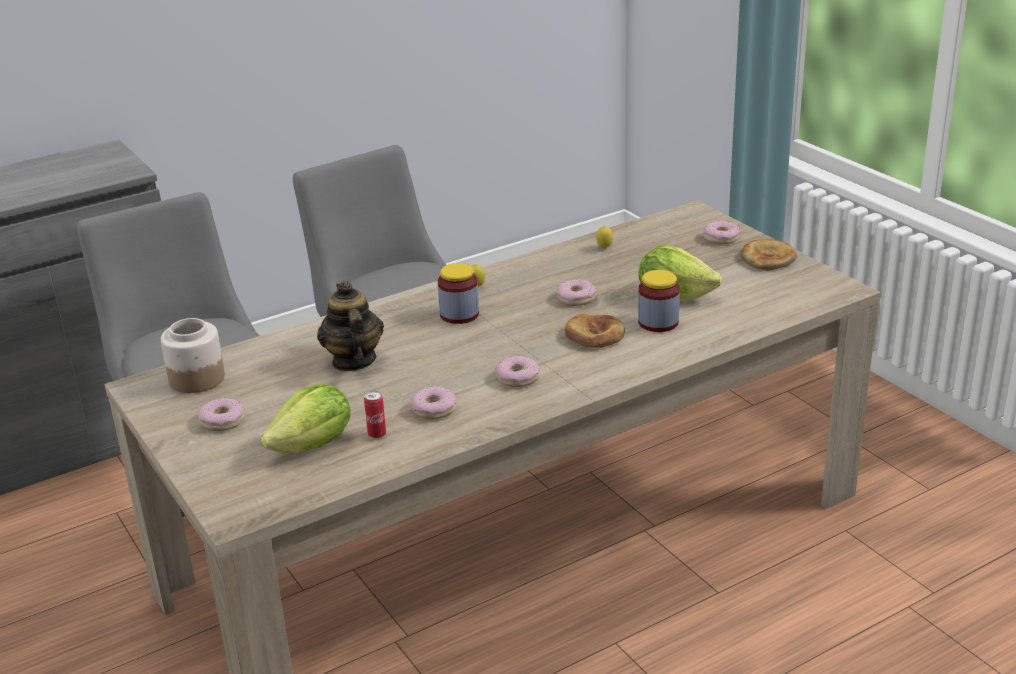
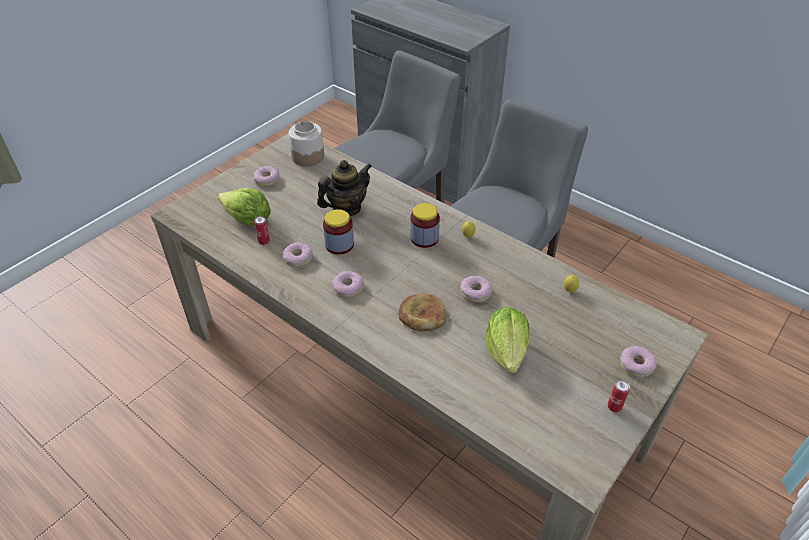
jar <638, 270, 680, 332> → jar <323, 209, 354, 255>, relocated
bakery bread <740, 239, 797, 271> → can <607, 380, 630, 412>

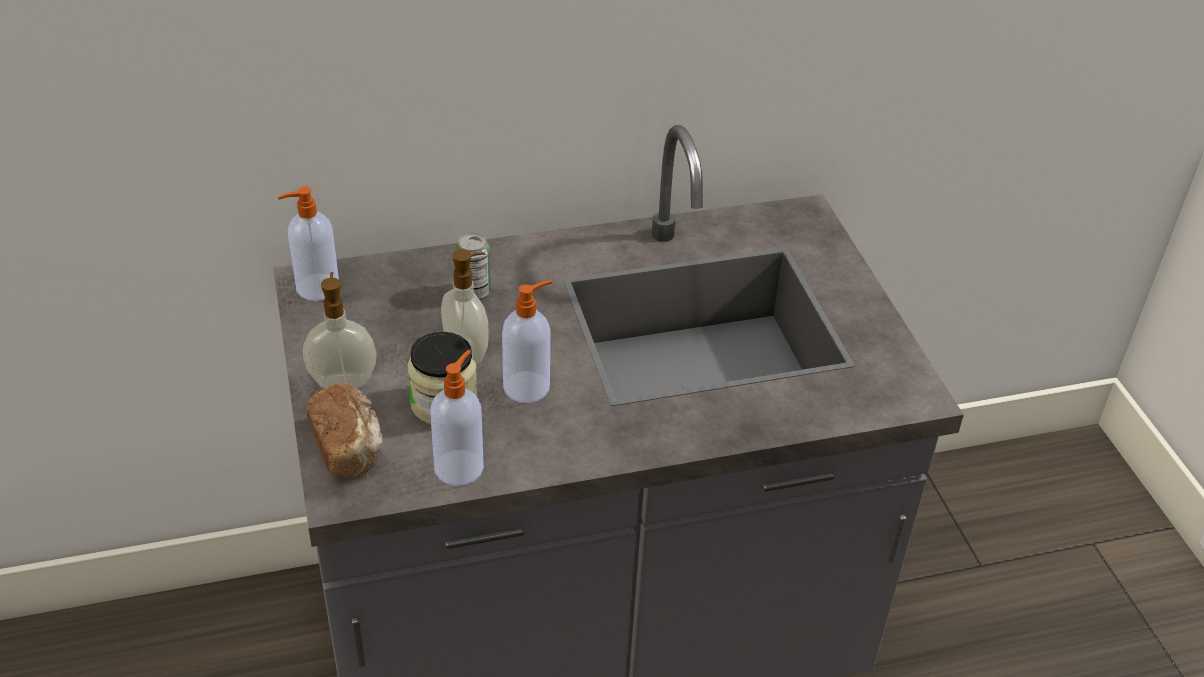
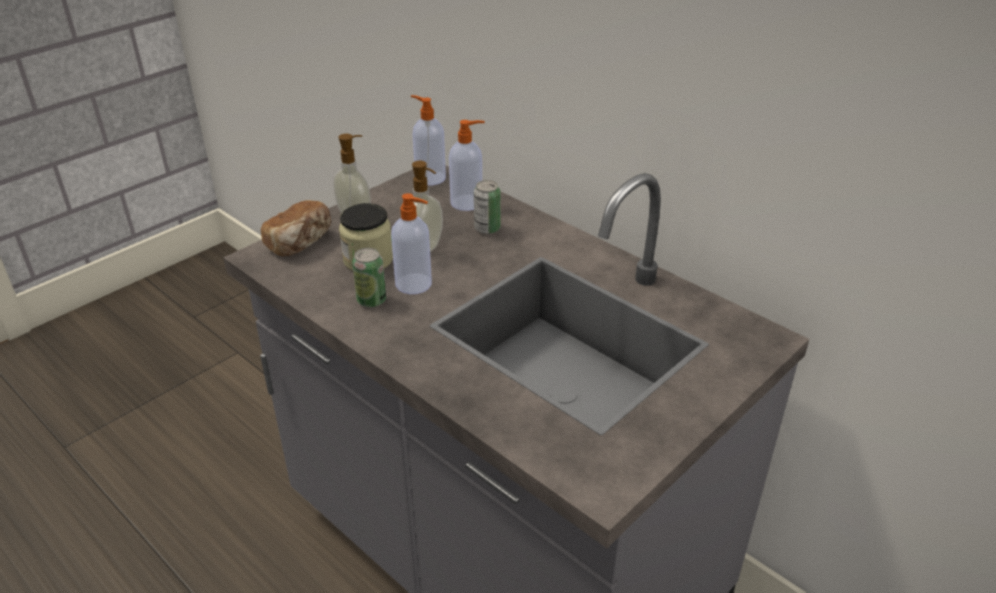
- → can <352, 248, 386, 307>
liquid soap bottle <430, 350, 484, 486> → liquid soap bottle <449, 120, 485, 211>, relocated

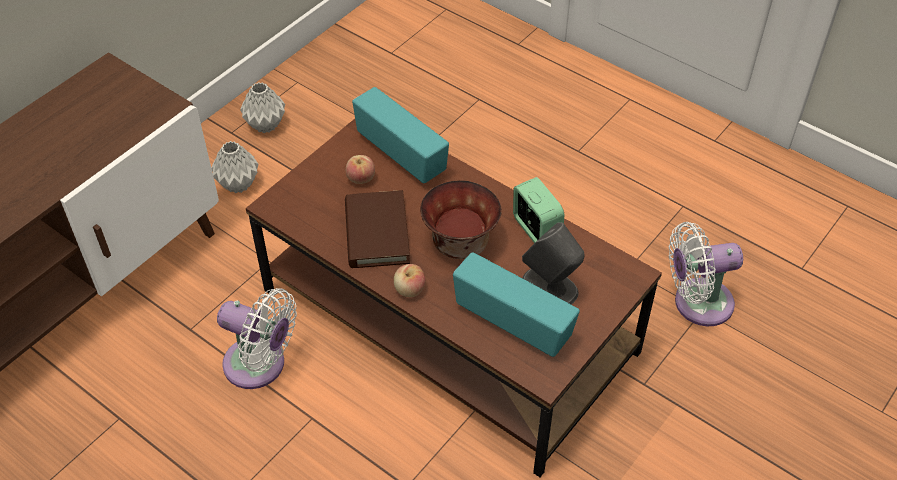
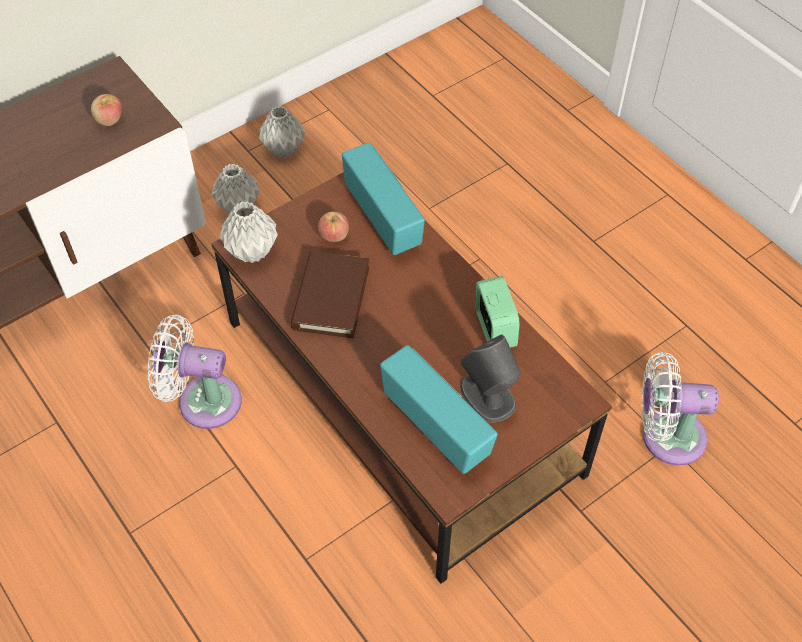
apple fruit <394, 264, 425, 297> → apple fruit <91, 94, 122, 126>, relocated
white fan <217, 288, 297, 389> → white fan <147, 314, 242, 429>, 150 degrees clockwise
- → grey decorative vase <219, 201, 278, 263>
deep dish <420, 180, 502, 259> → -

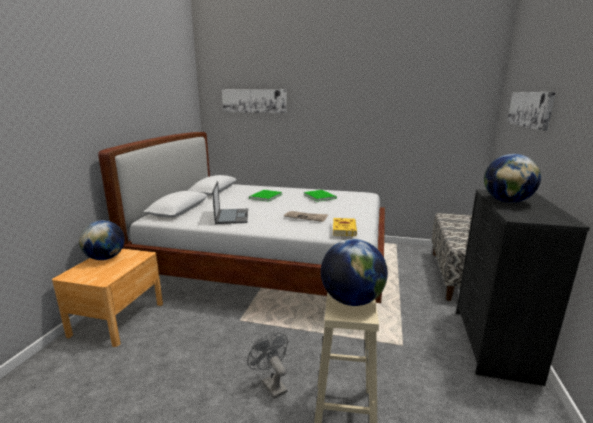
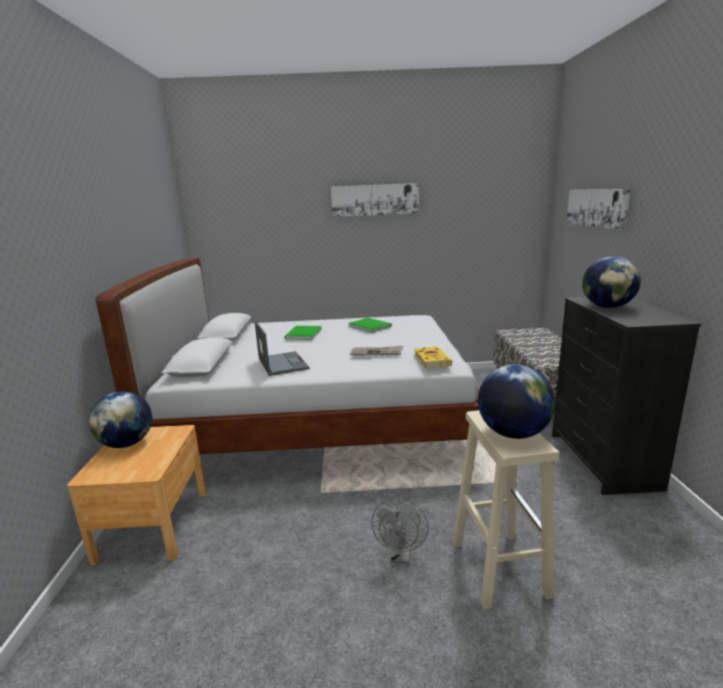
picture <222, 89, 287, 113> → picture <331, 183, 419, 217>, relocated
grey fan <247, 333, 288, 399> → grey fan <371, 498, 429, 564>, 120 degrees counterclockwise

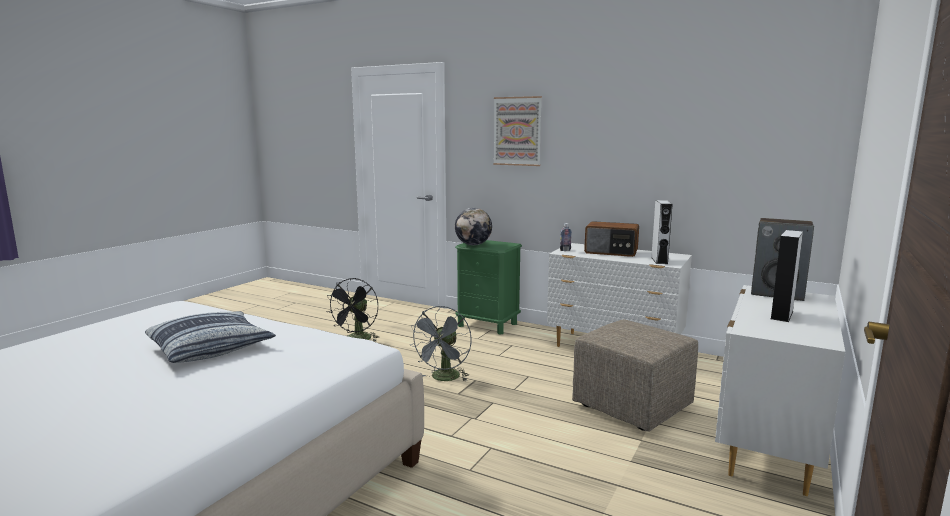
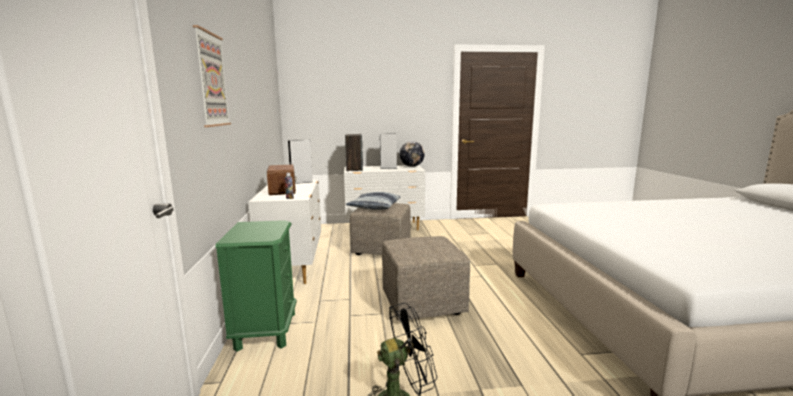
throw pillow <145, 311, 276, 363> → throw pillow <346, 192, 400, 210>, relocated
grey fan <409, 306, 472, 381> → beige-coloured footrest <382, 236, 470, 321>
desk globe <455, 208, 492, 245> → desk globe <399, 141, 425, 167>, relocated

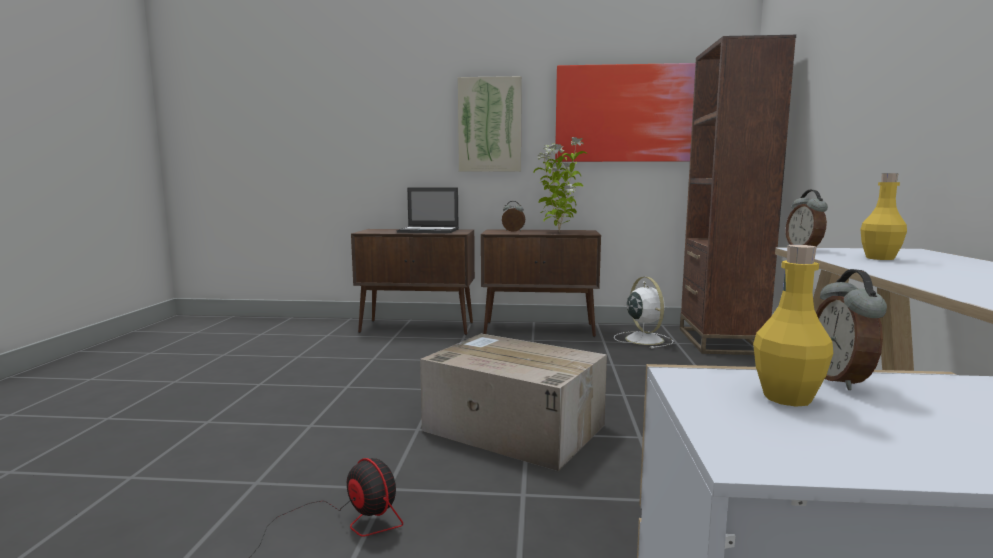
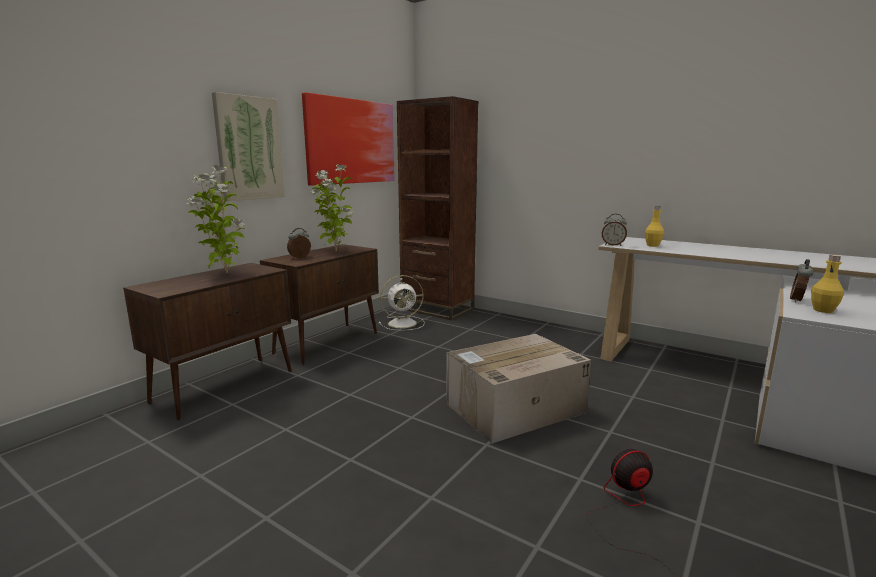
portable computer <397, 187, 459, 233> → houseplant <186, 165, 245, 274>
white fan <614, 277, 674, 349> → white fan <379, 275, 425, 331>, 150 degrees clockwise
bedside clock <816, 269, 887, 390> → bedside clock <790, 259, 814, 302>, 90 degrees clockwise

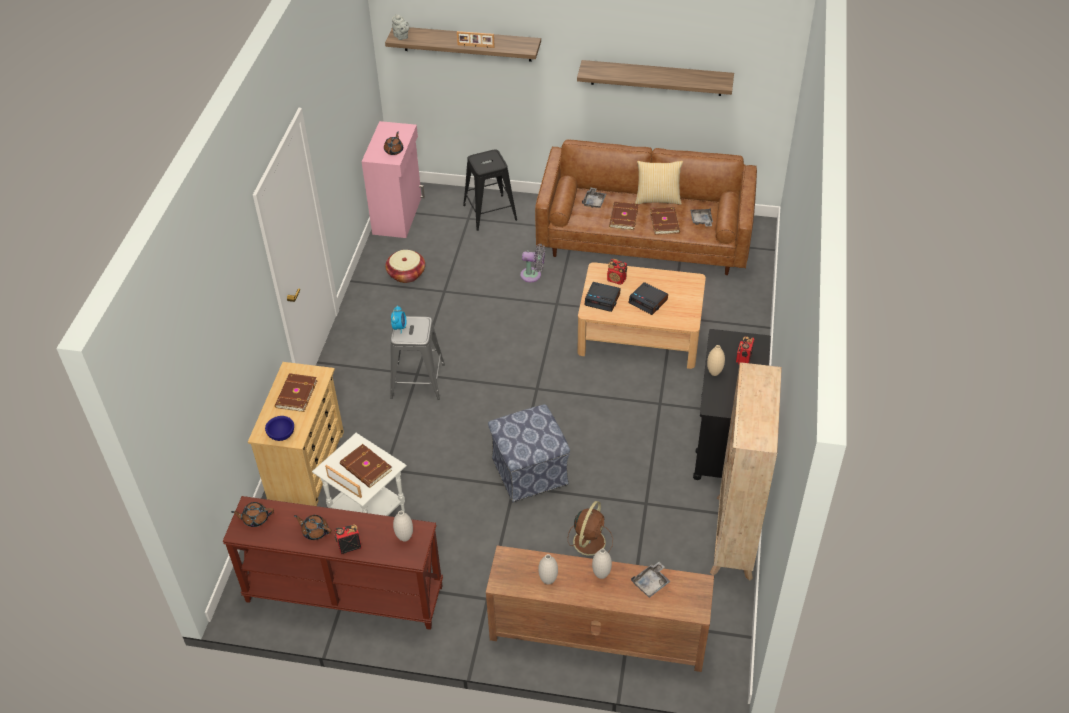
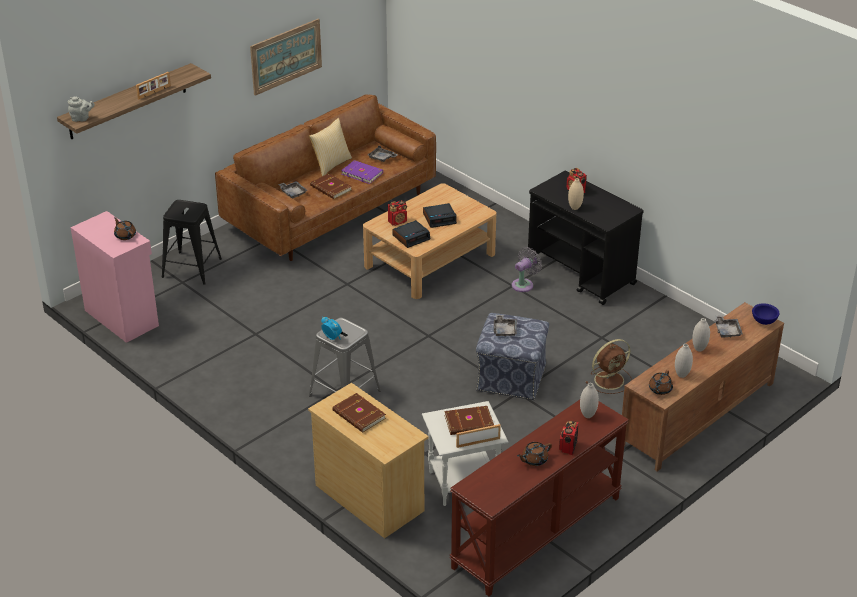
shelf <577, 60, 734, 96> → picture <250, 19, 322, 96>
brown-coloured volume <650, 207, 680, 235> → purple volume <341, 160, 383, 184>
- → grey tray <494, 315, 517, 337>
grey fan <520, 244, 545, 282> → grey fan <512, 247, 542, 292>, relocated
brown-coloured fan <568, 501, 613, 556> → brown-coloured fan <586, 339, 632, 394>, 90 degrees clockwise
brown-coloured teapot <231, 502, 274, 527> → brown-coloured teapot <649, 370, 673, 395>, relocated
blue-coloured deep dish <265, 416, 294, 441> → blue-coloured deep dish <752, 303, 779, 325>, relocated
household basket <385, 250, 425, 283> → -
beige-coloured bookcase <710, 362, 782, 581> → -

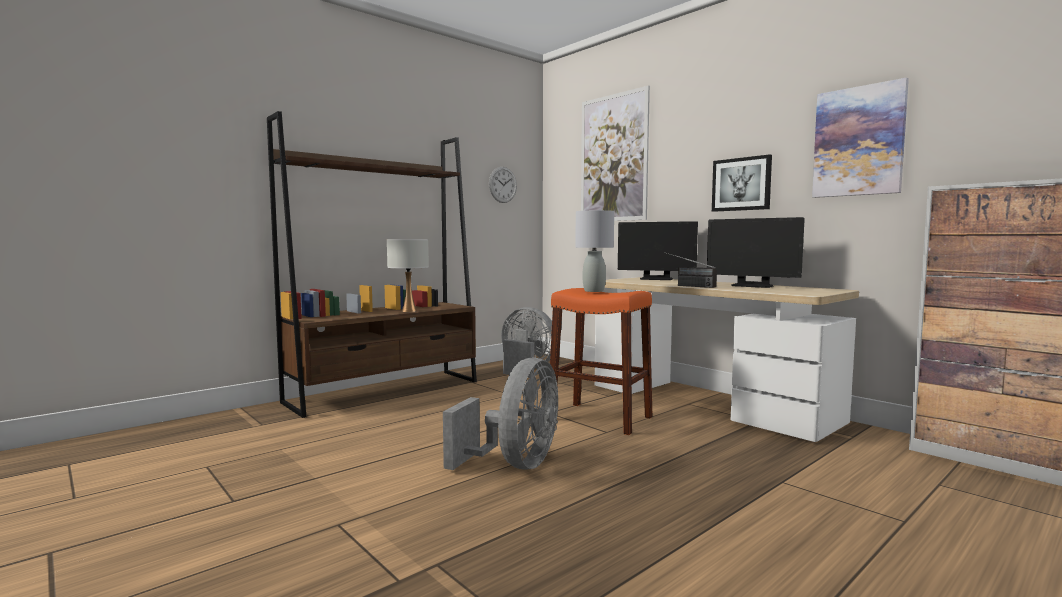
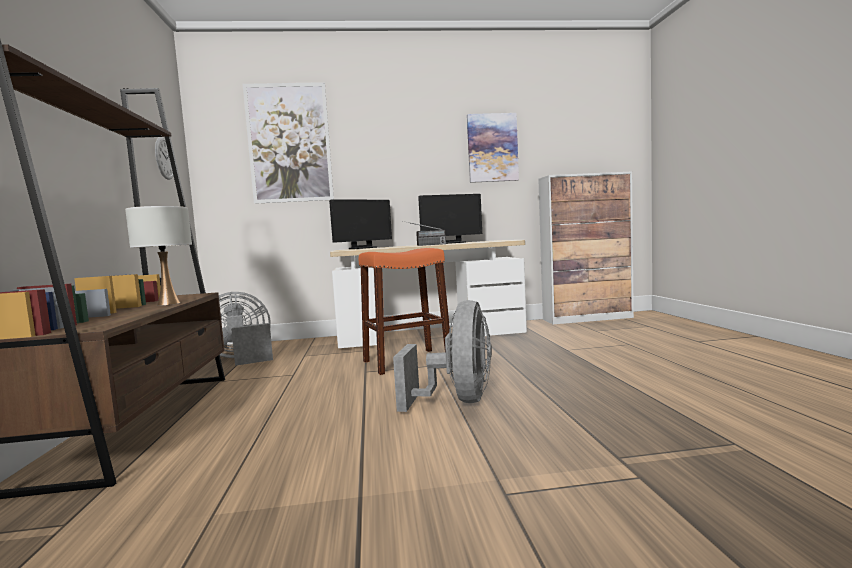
grey fan <443, 357, 558, 470> → grey fan <393, 300, 492, 412>, 45 degrees clockwise
grey tabletop lamp <575, 210, 614, 292> → -
picture <712, 154, 772, 212> → -

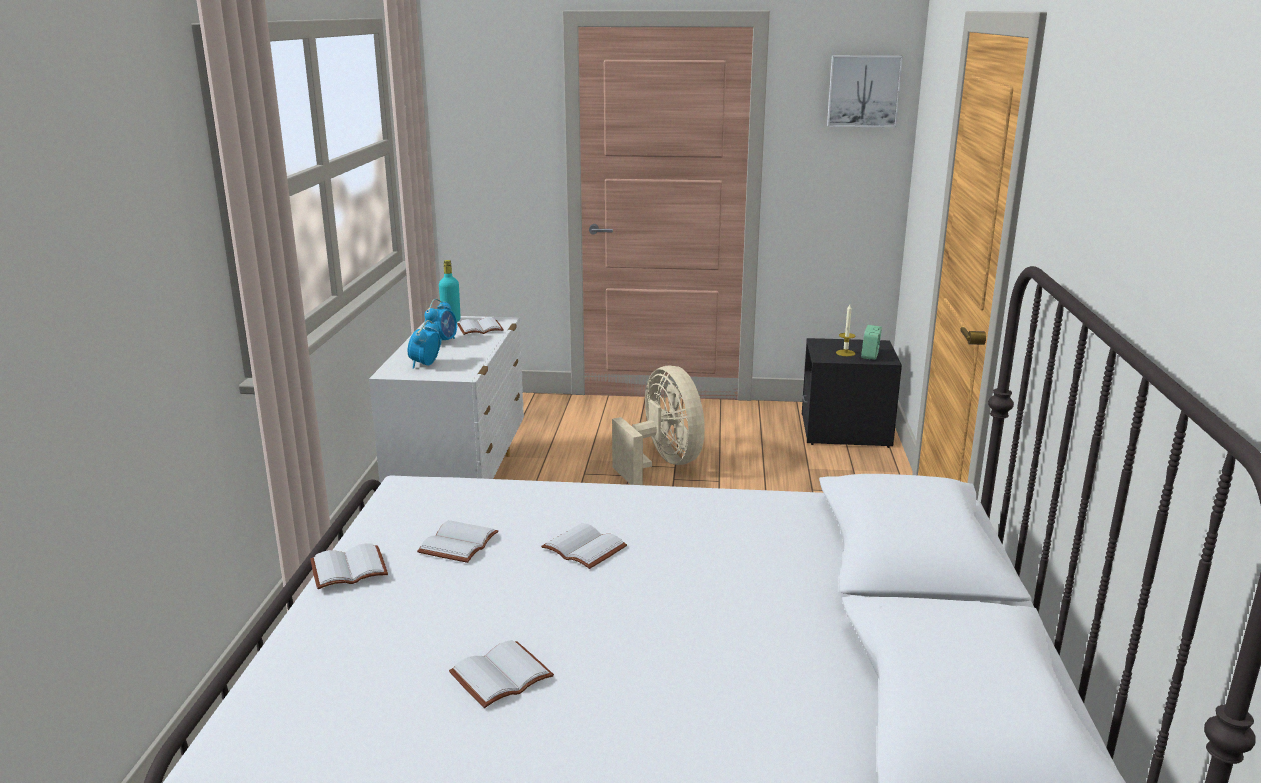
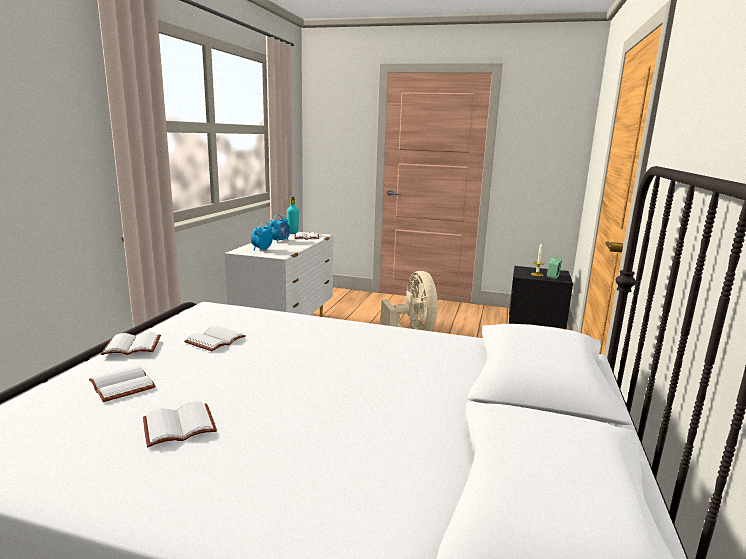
white volume <541, 523, 627, 569> → white volume <89, 365, 156, 402>, relocated
picture <827, 56, 903, 128> → -

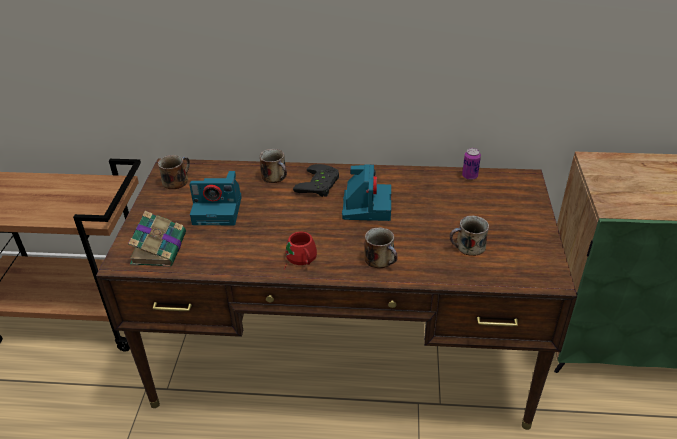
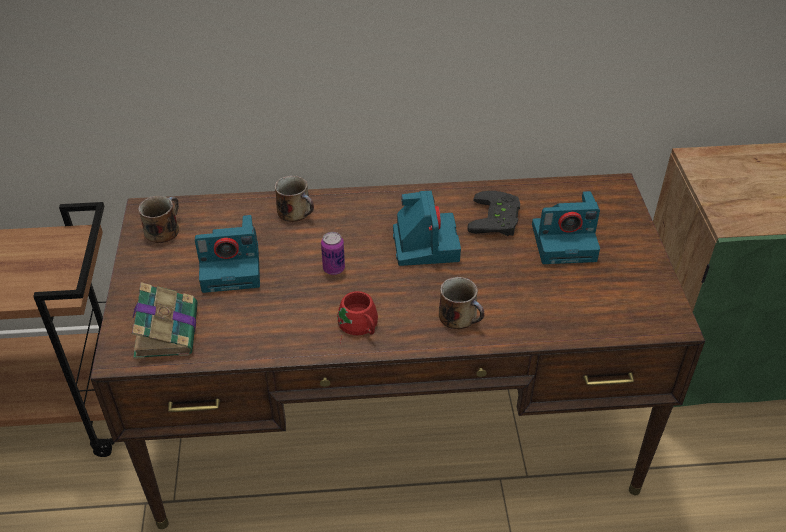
can <462, 148, 481, 180> → can <321, 232, 345, 275>, relocated
black gamepad <293, 164, 339, 197> → black gamepad <467, 191, 520, 236>, relocated
- → photo camera <532, 191, 600, 264>
coffee mug <450, 216, 489, 256> → -

